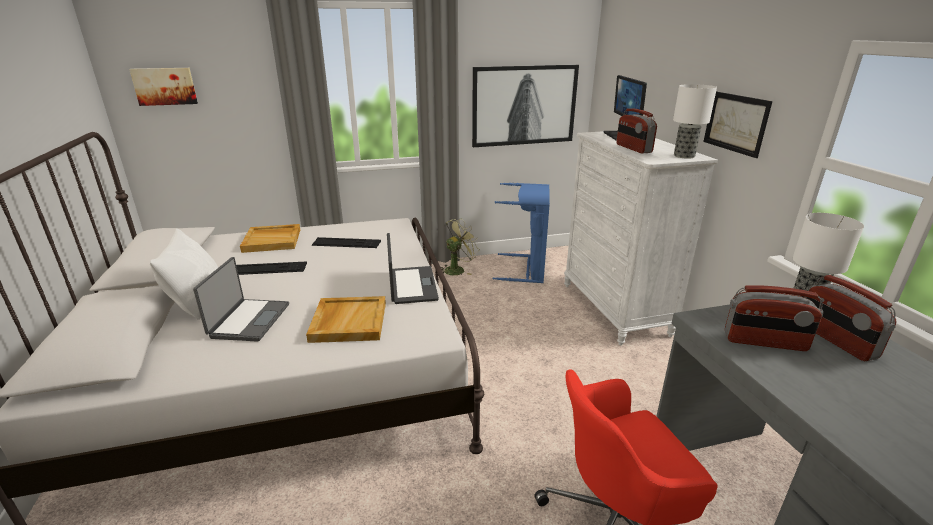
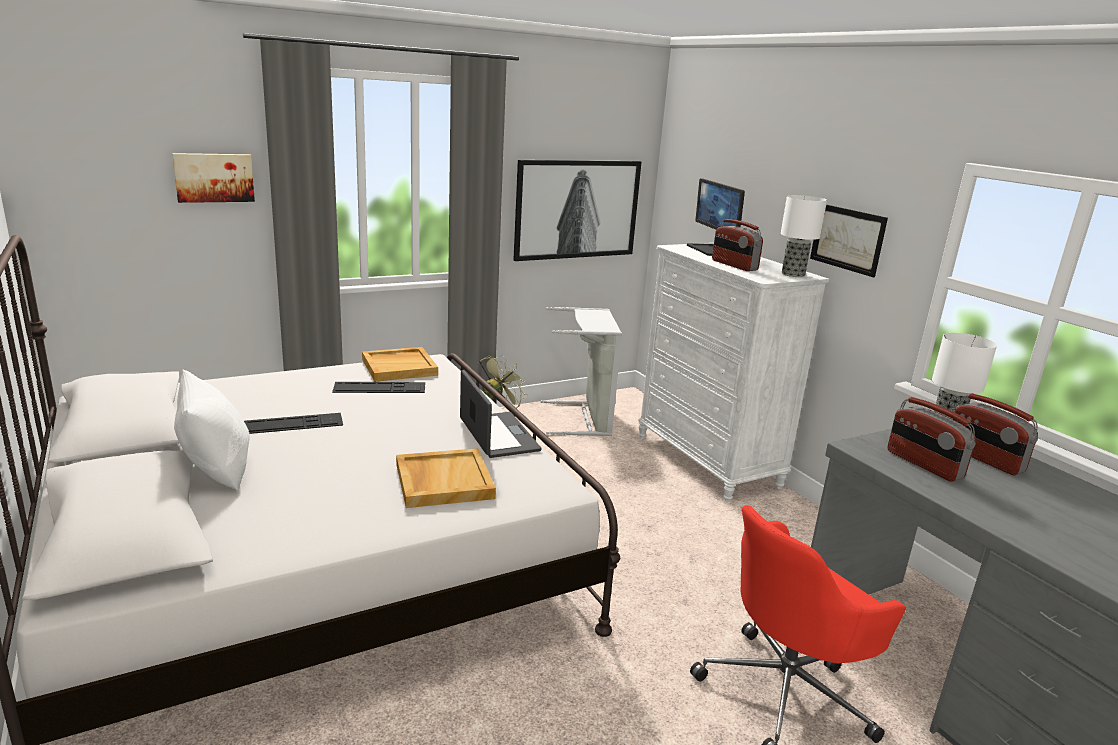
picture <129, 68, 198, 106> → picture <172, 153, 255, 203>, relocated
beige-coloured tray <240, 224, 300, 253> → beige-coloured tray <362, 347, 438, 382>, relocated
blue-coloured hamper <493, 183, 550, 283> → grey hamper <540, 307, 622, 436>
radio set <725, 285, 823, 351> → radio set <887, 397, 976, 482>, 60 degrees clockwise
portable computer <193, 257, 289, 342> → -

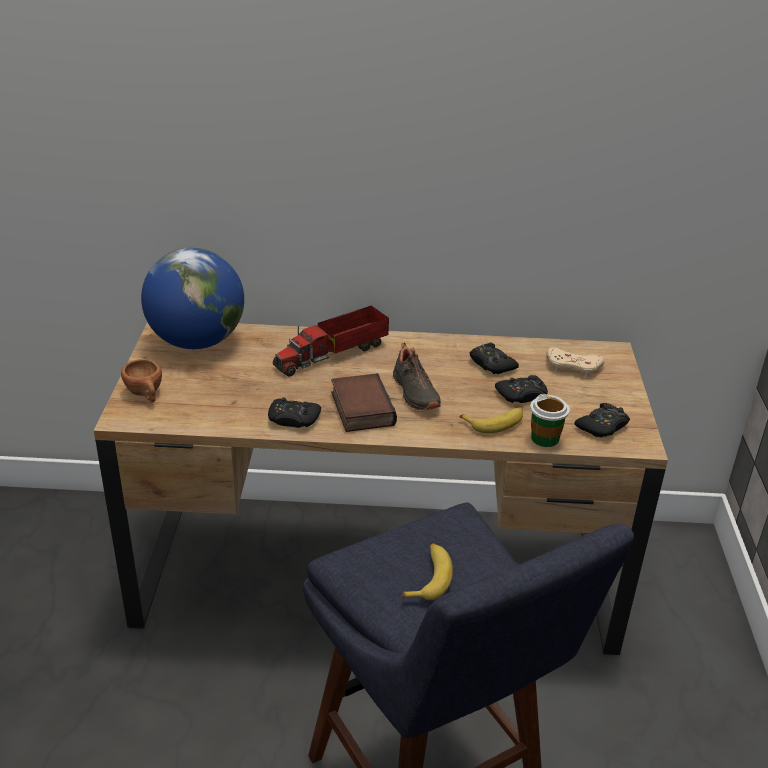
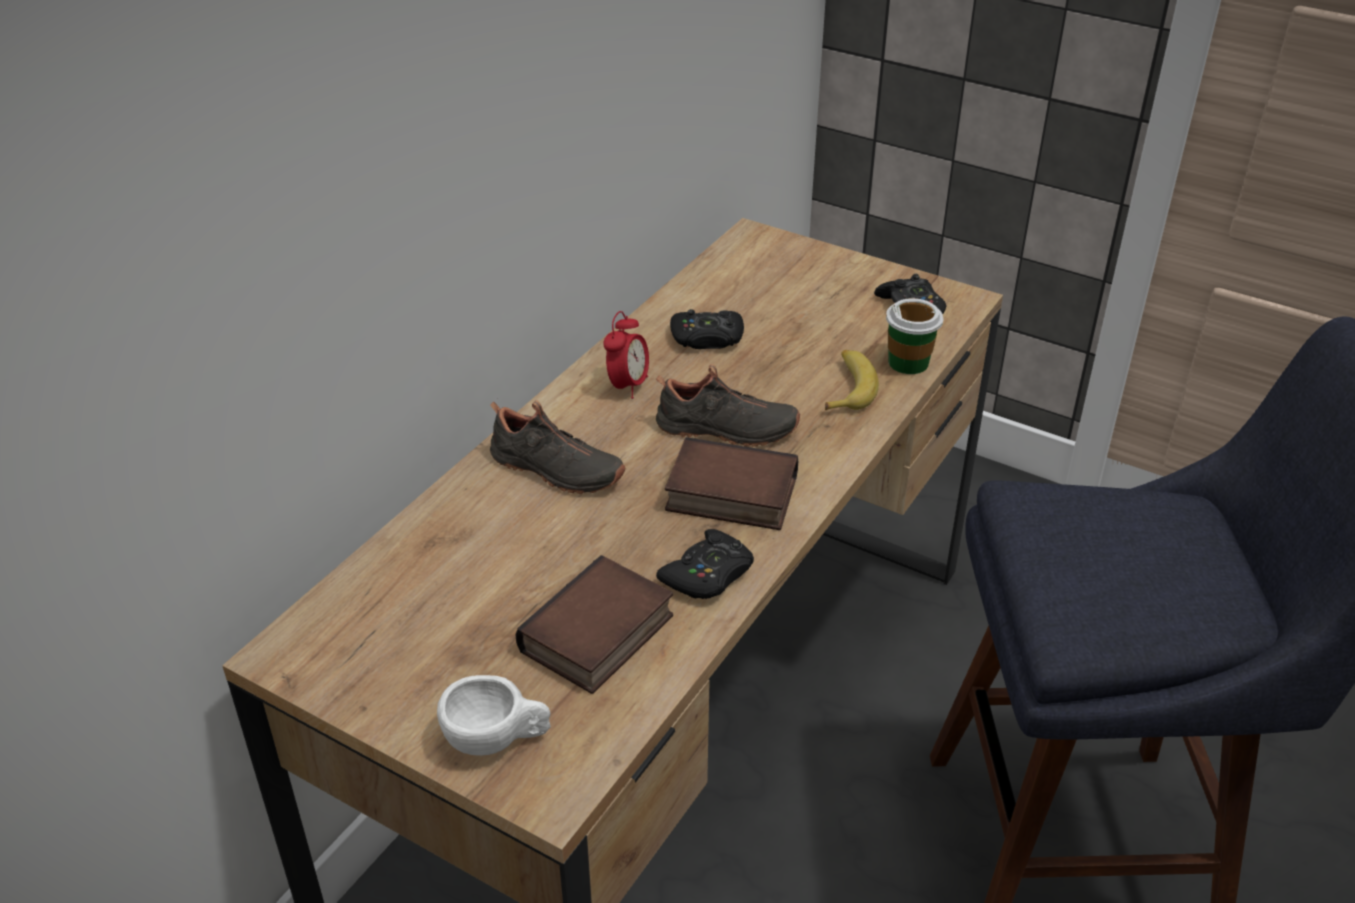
brown-coloured drinking cup <121, 359, 162, 402> → white drinking cup <437, 675, 551, 756>
toy truck <273, 305, 389, 377> → black low shoe <490, 400, 625, 494>
- → volume <515, 555, 673, 694>
- → bedside clock <603, 311, 649, 399>
desk globe <141, 248, 244, 349> → -
banana fruit <402, 543, 453, 600> → -
black gamepad <495, 375, 548, 403> → -
beige-coloured gamepad <546, 347, 604, 378> → -

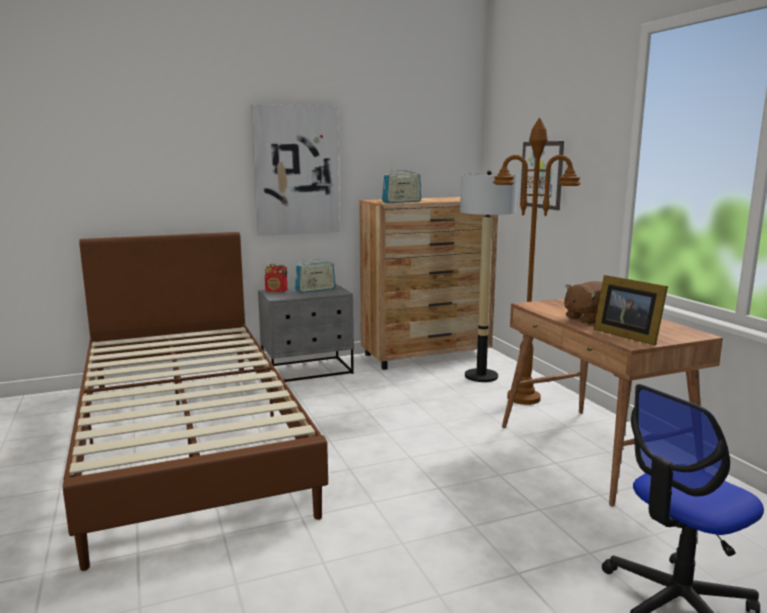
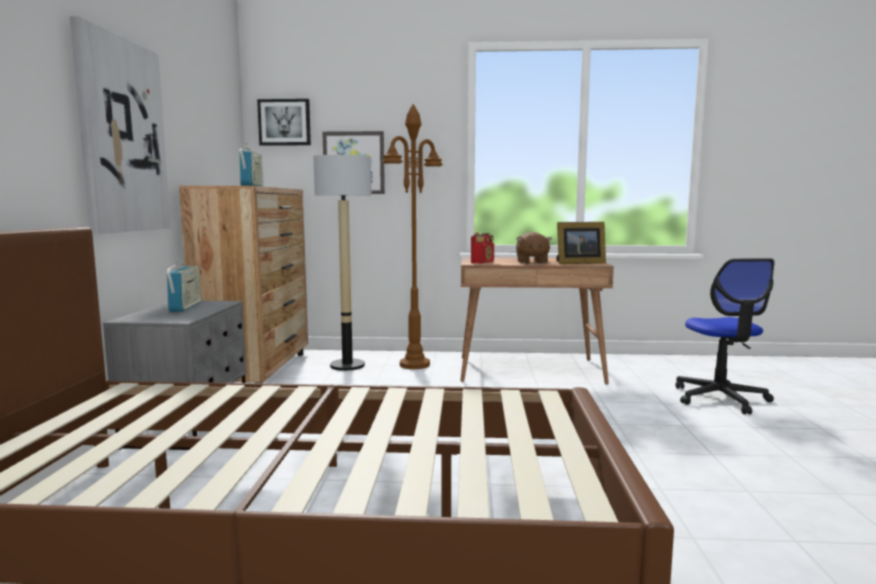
- → picture <257, 99, 311, 146>
radio set <265, 264, 287, 292> → radio set <471, 232, 494, 264>, relocated

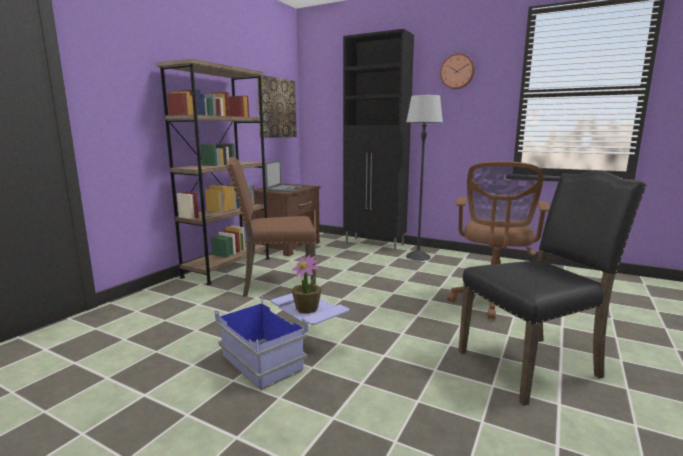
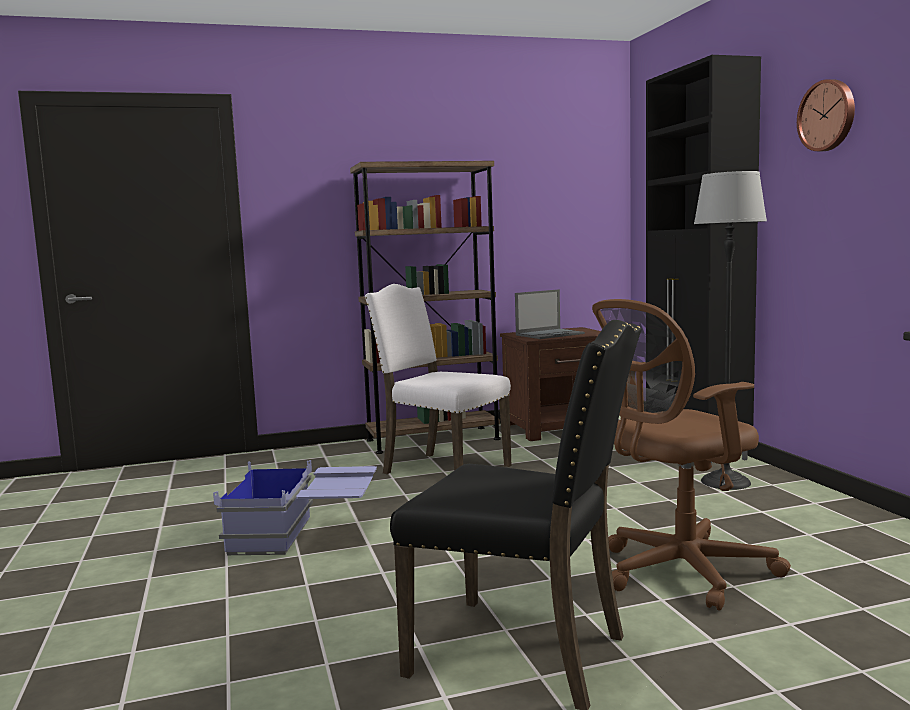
brown-coloured chair <226, 157, 316, 297> → white chair <365, 284, 511, 474>
picture <257, 76, 297, 138> → -
houseplant <292, 255, 322, 314> → -

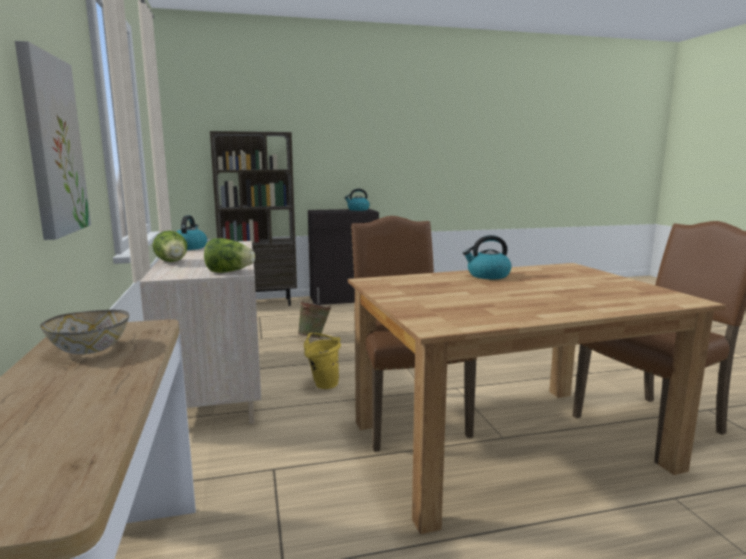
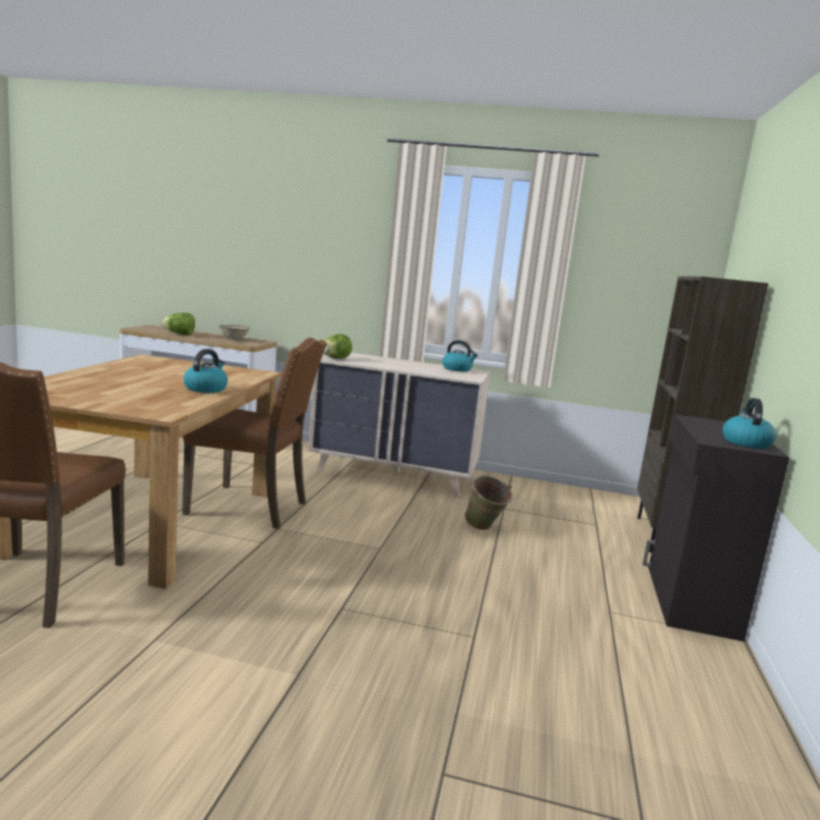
lettuce head <153, 230, 187, 262> → lettuce head <162, 313, 195, 335>, relocated
picture <15, 41, 91, 240> → -
yellow pail <304, 333, 341, 389> → -

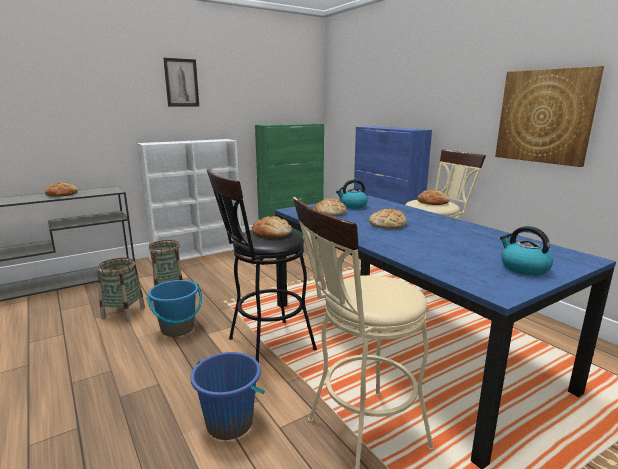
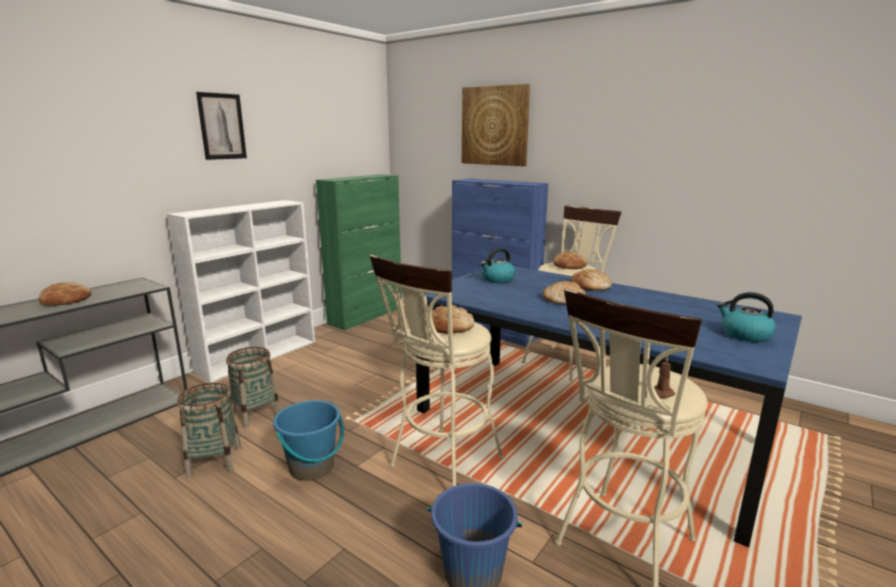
black sitting stool <207, 170, 317, 363> → beige-coloured sitting stool <369, 254, 503, 486>
picture <495, 66, 604, 167> → picture <462, 84, 530, 166>, relocated
bakery bread <314, 198, 346, 216> → bakery bread <571, 269, 612, 291>, relocated
- → brown-coloured candle <654, 356, 675, 398>

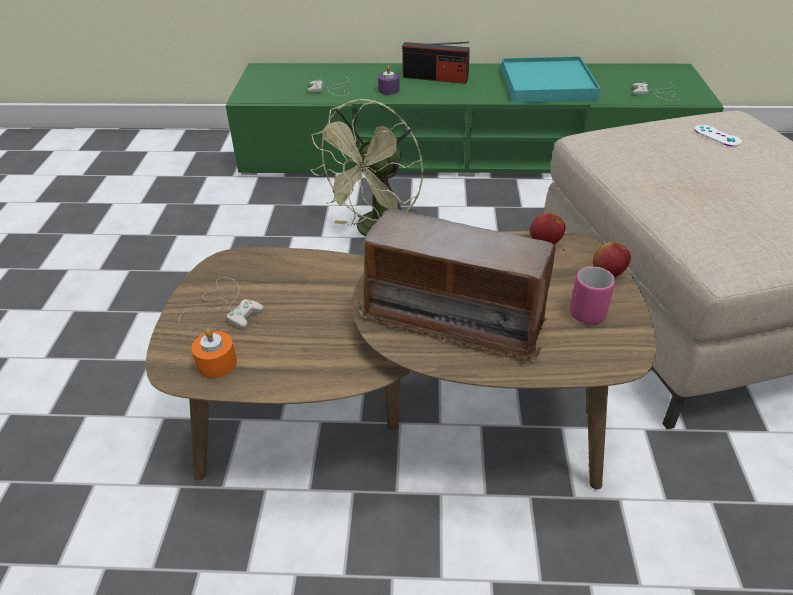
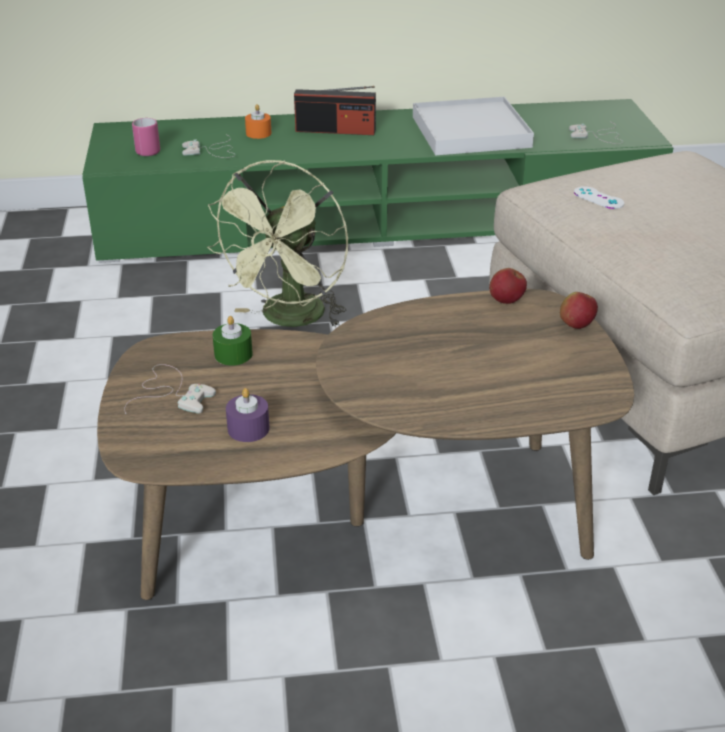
pink-coloured coffee mug <570, 266, 615, 324> → pink-coloured coffee mug <132, 118, 160, 156>, relocated
- → greenish candle <212, 316, 253, 366>
purple candle <378, 65, 400, 95> → purple candle <226, 388, 269, 442>, relocated
orangey candle <191, 328, 237, 378> → orangey candle <245, 104, 271, 139>, relocated
turquoise-coloured tray <501, 56, 600, 103> → white tray <413, 97, 534, 155>
white gamepad <694, 125, 742, 146> → white gamepad <574, 186, 624, 209>, relocated
radio set <355, 208, 565, 362> → -

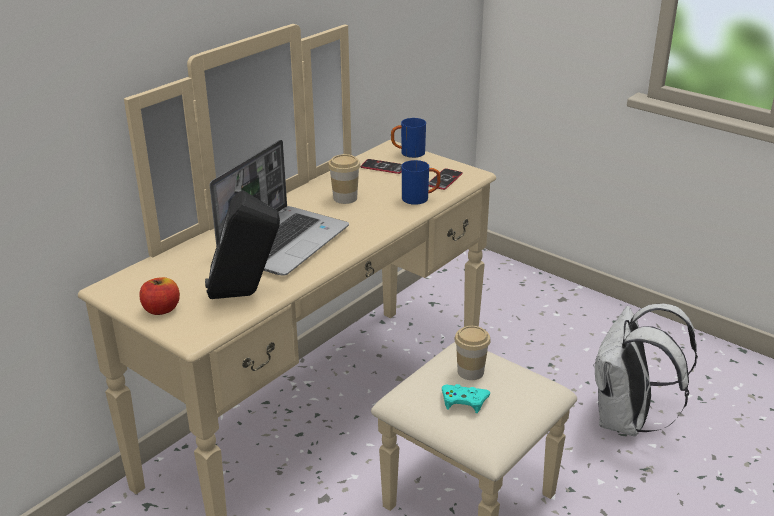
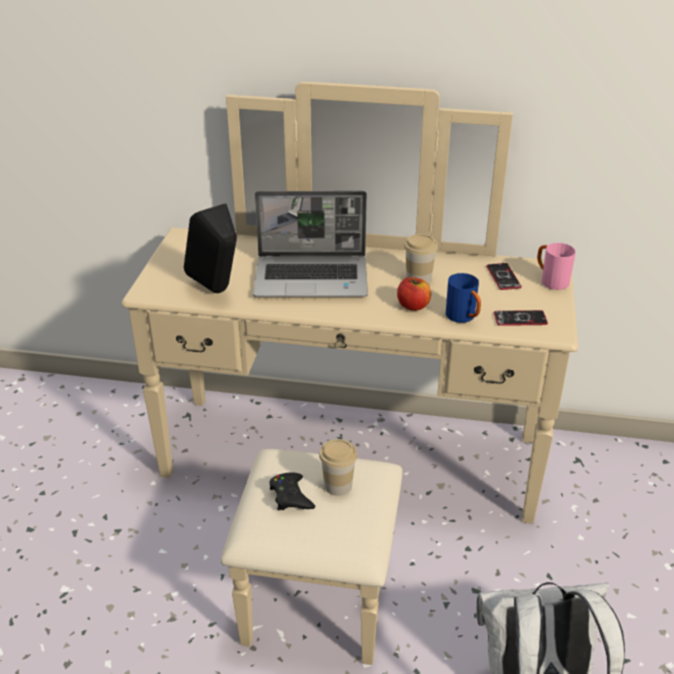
turquoise-coloured gamepad <442, 384, 490, 413> → black gamepad <269, 472, 315, 511>
apple fruit <139, 277, 180, 315> → apple fruit <397, 277, 431, 311>, relocated
blue-coloured coffee mug <391, 118, 426, 158> → pink-coloured coffee mug <537, 243, 576, 290>

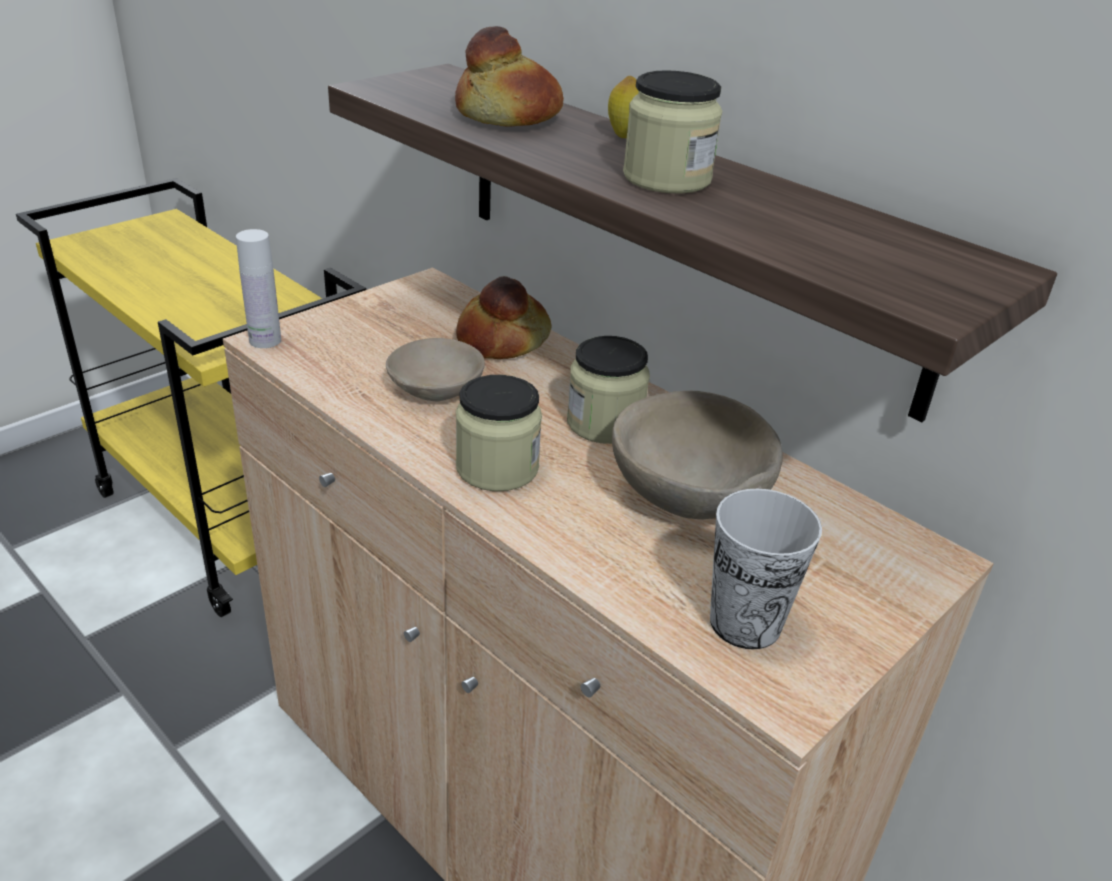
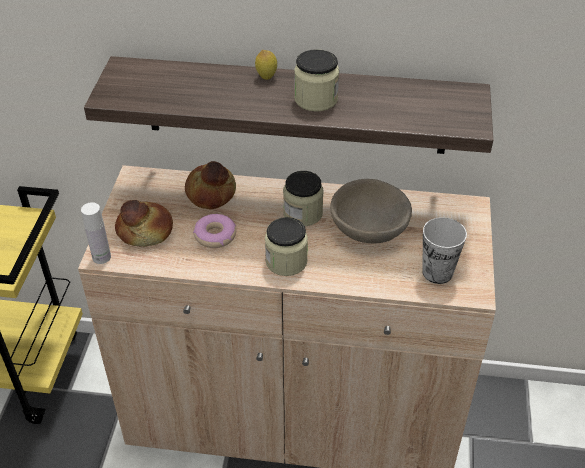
bakery bread <455, 26, 564, 126> → bakery bread <115, 200, 173, 247>, relocated
beige-coloured deep dish <386, 338, 485, 401> → ring doughnut <193, 214, 236, 248>

